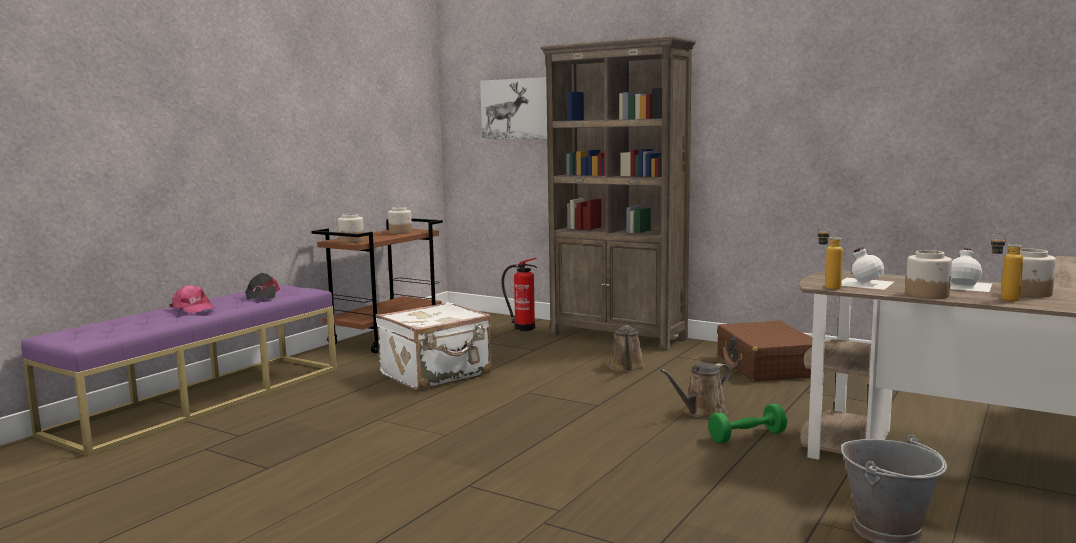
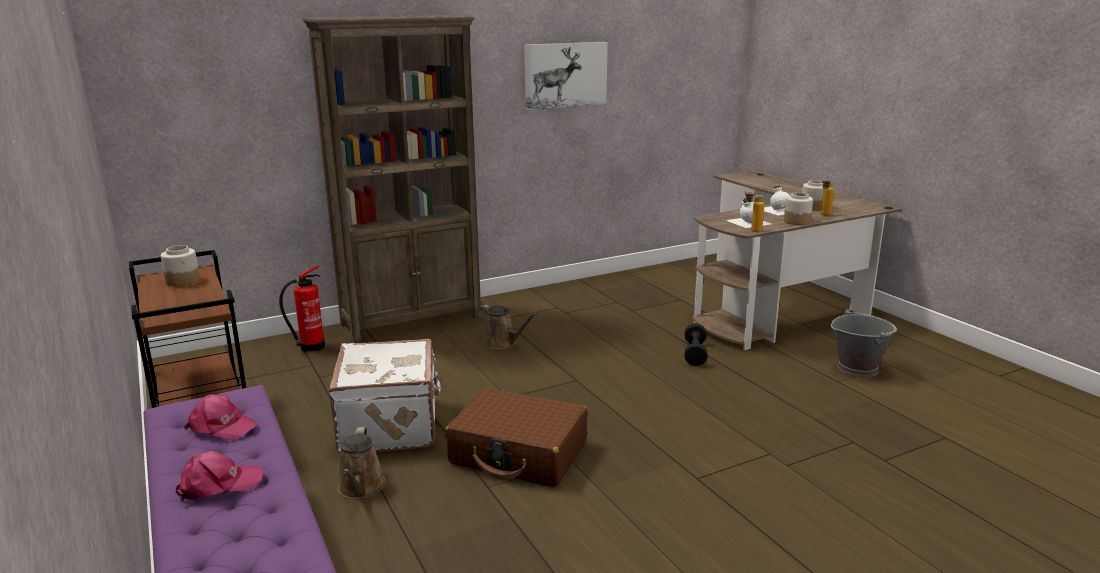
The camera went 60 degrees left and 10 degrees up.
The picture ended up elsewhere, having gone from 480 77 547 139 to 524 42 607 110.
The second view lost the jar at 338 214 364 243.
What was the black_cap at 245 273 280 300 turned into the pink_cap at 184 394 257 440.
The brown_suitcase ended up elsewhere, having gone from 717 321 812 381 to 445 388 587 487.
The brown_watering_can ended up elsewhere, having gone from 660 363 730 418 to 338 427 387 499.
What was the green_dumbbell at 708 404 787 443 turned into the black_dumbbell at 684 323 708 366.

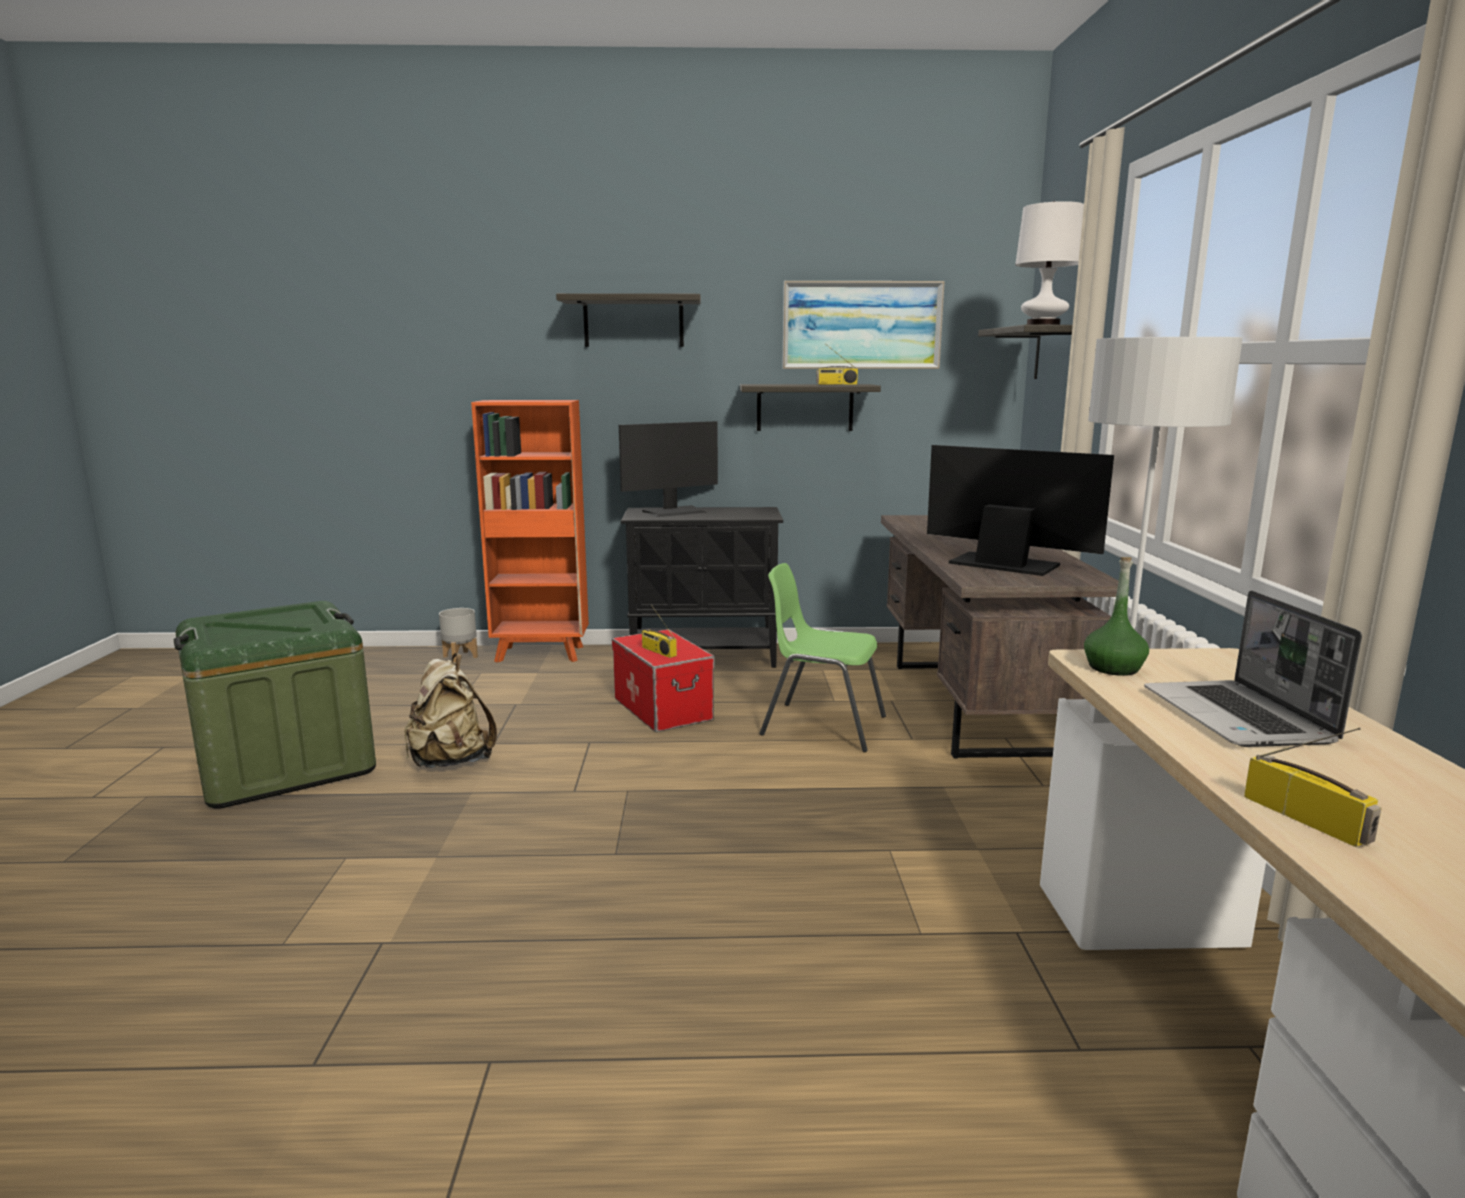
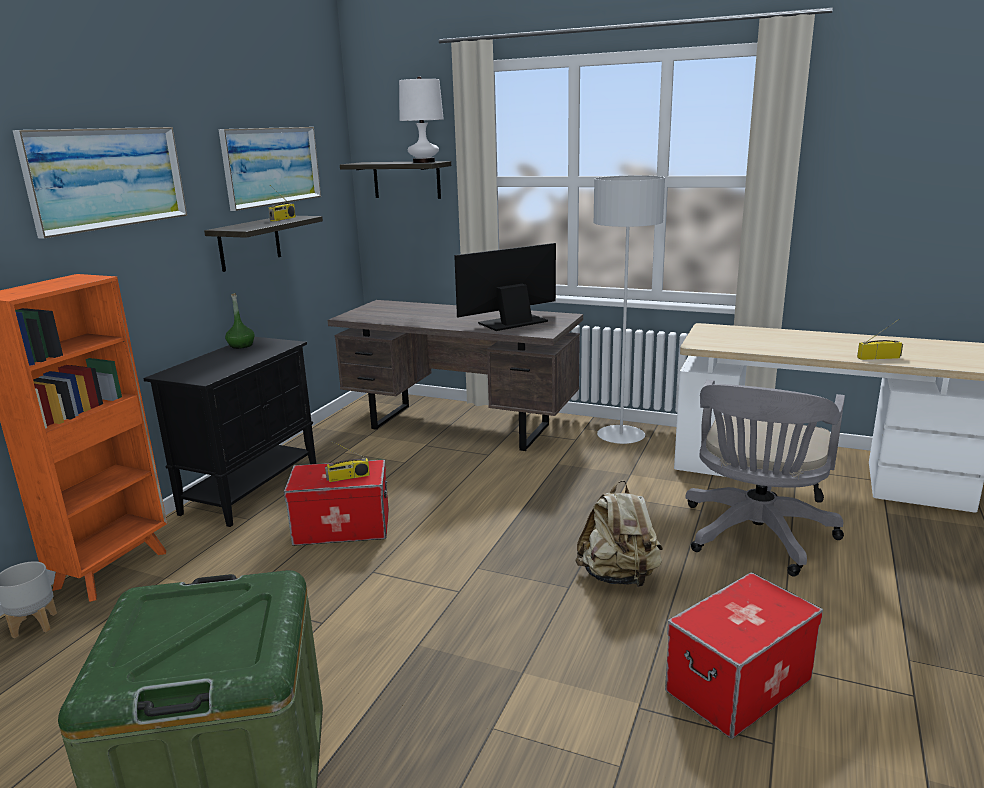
The camera went 65 degrees left and 5 degrees up.
Where the shelf hung at 556 293 701 347, the picture came to hang at 13 127 187 239.
The second view lost the monitor at 619 421 718 517.
The green_bottle ended up elsewhere, having gone from 1084 557 1149 676 to 225 293 255 349.
The second view lost the green_chair at 760 563 886 752.
The second view lost the laptop at 1144 591 1362 747.
The beige_backpack ended up elsewhere, having gone from 404 653 497 768 to 575 480 663 587.
The second view gained the grey_office_chair at 685 380 845 576.
The second view gained the storage_box at 665 572 823 739.

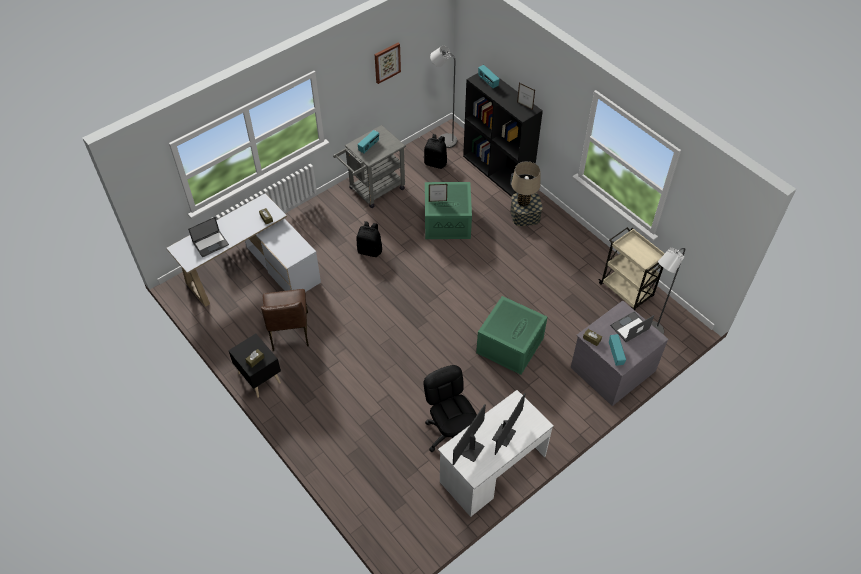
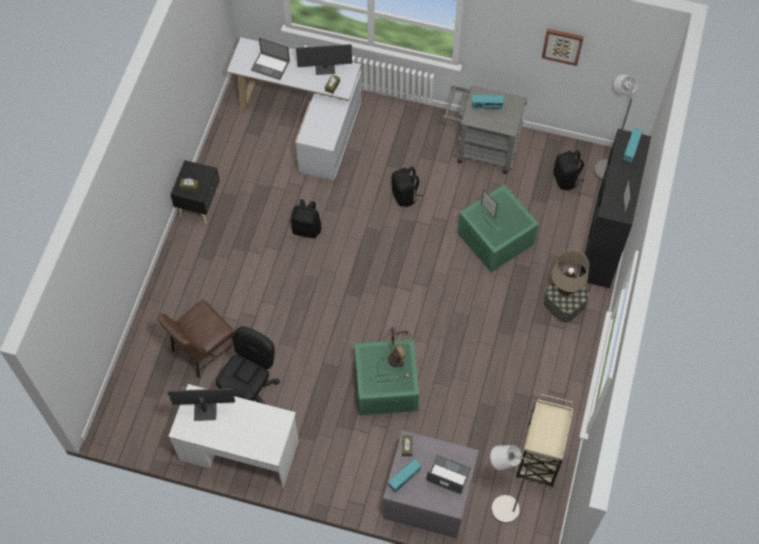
The camera went 55 degrees right and 10 degrees up.
The brown_chair ended up elsewhere, having gone from 261 289 309 351 to 158 299 235 379.
The monitor ended up elsewhere, having gone from 492 393 525 455 to 296 44 352 75.
The second view gained the black_backpack at 291 199 321 238.
The second view gained the table_lamp at 377 327 412 381.

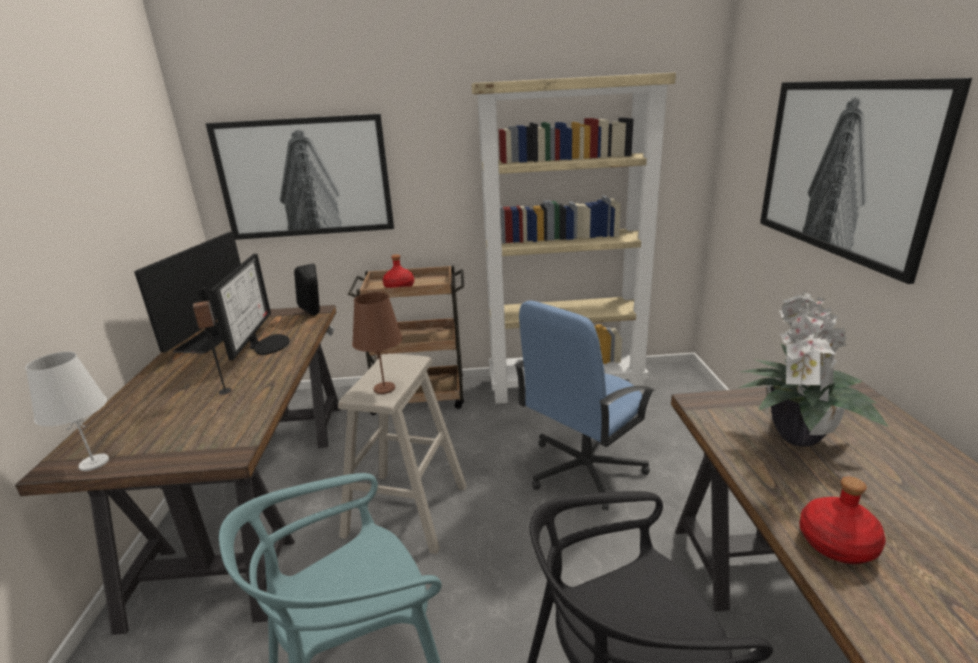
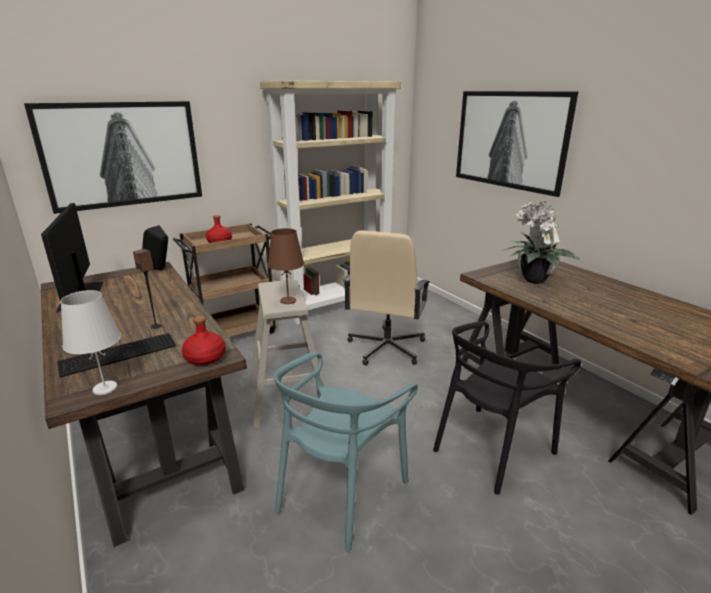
The camera went 30 degrees left and 0 degrees up.
The second view lost the monitor at 210 254 290 360.
What was the blue_office_chair at 514 300 656 510 turned into the beige_office_chair at 343 231 430 365.
The red_bottle ended up elsewhere, having gone from 799 477 885 564 to 182 316 226 365.
The second view gained the keyboard at 57 333 176 377.

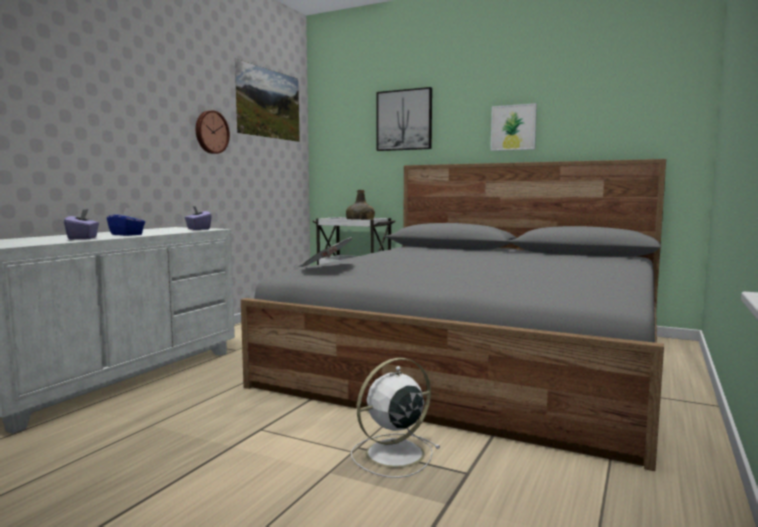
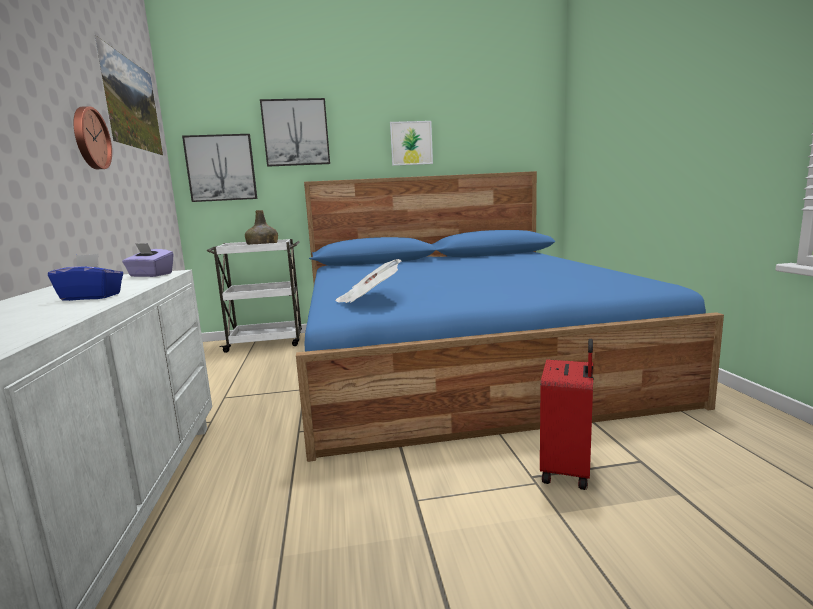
The camera went 35 degrees left and 5 degrees up.
What was the grey_bed at 241 159 666 471 turned into the blue_bed at 296 171 724 462.
The second view lost the purple_tissue_box at 64 209 99 240.
Where the white_fan stood at 351 358 441 478, the red_suitcase came to stand at 540 339 593 490.
The second view gained the picture at 182 134 257 202.

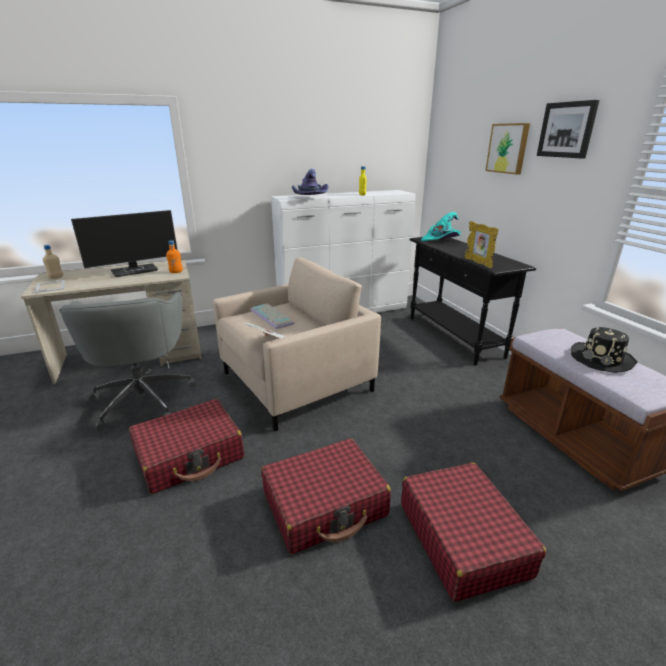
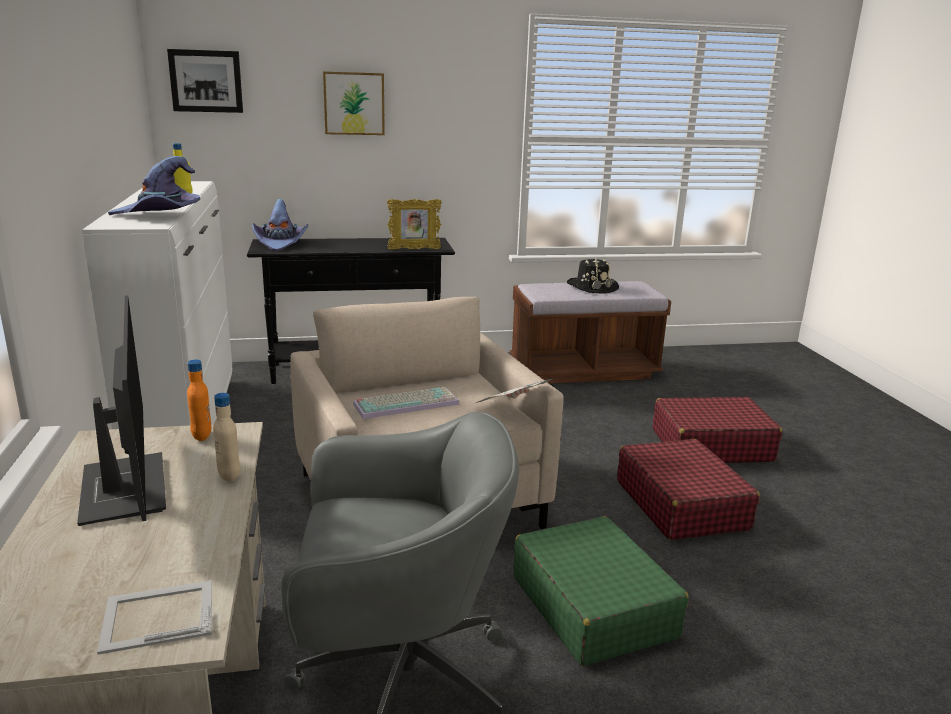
The camera went 80 degrees left and 5 degrees down.
The picture ended up elsewhere, having gone from 537 100 599 159 to 167 49 243 113.
What was the turquoise_hat at 421 212 460 241 turned into the purple_hat at 252 199 308 251.
The beige_bottle ended up elsewhere, having gone from 43 245 63 279 to 213 393 240 482.
What was the red_suitcase at 129 399 244 494 turned into the green_suitcase at 514 516 689 666.

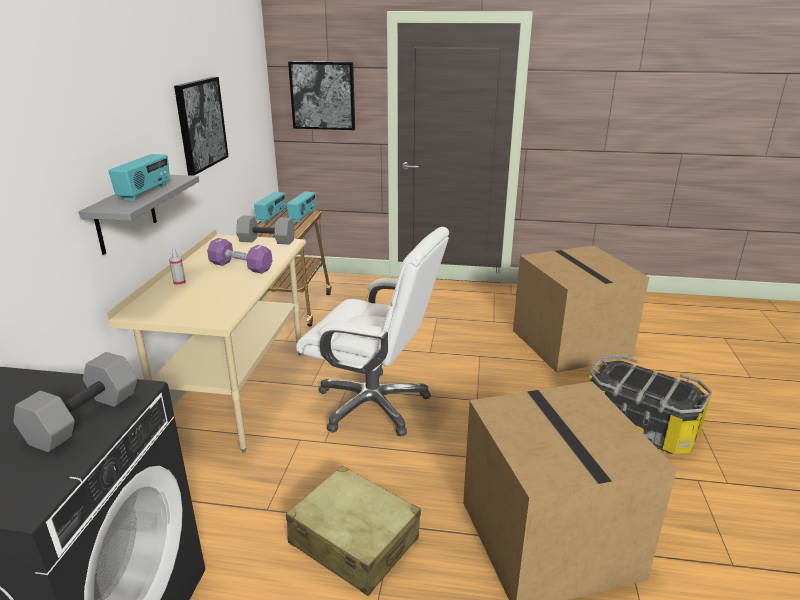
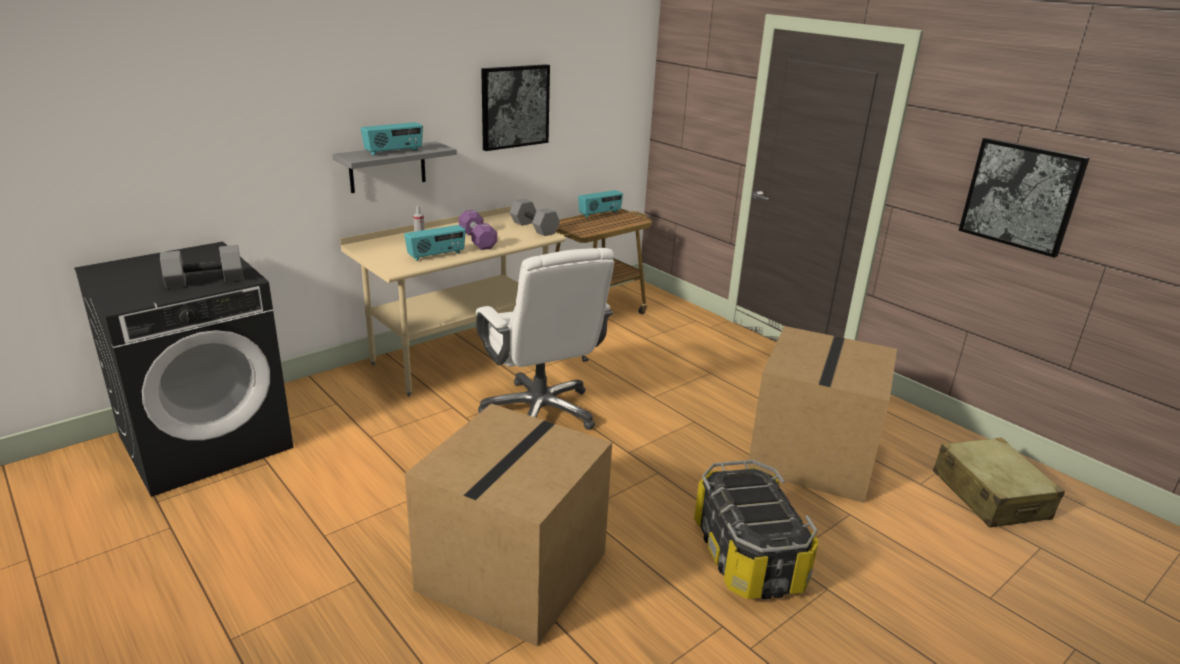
The camera went 40 degrees right and 0 degrees up.
The picture ended up elsewhere, having gone from 288 61 355 130 to 959 138 1089 258.
The radio ended up elsewhere, having gone from 287 192 316 222 to 404 225 466 261.
The beige_suitcase ended up elsewhere, having gone from 286 465 421 596 to 933 438 1065 528.

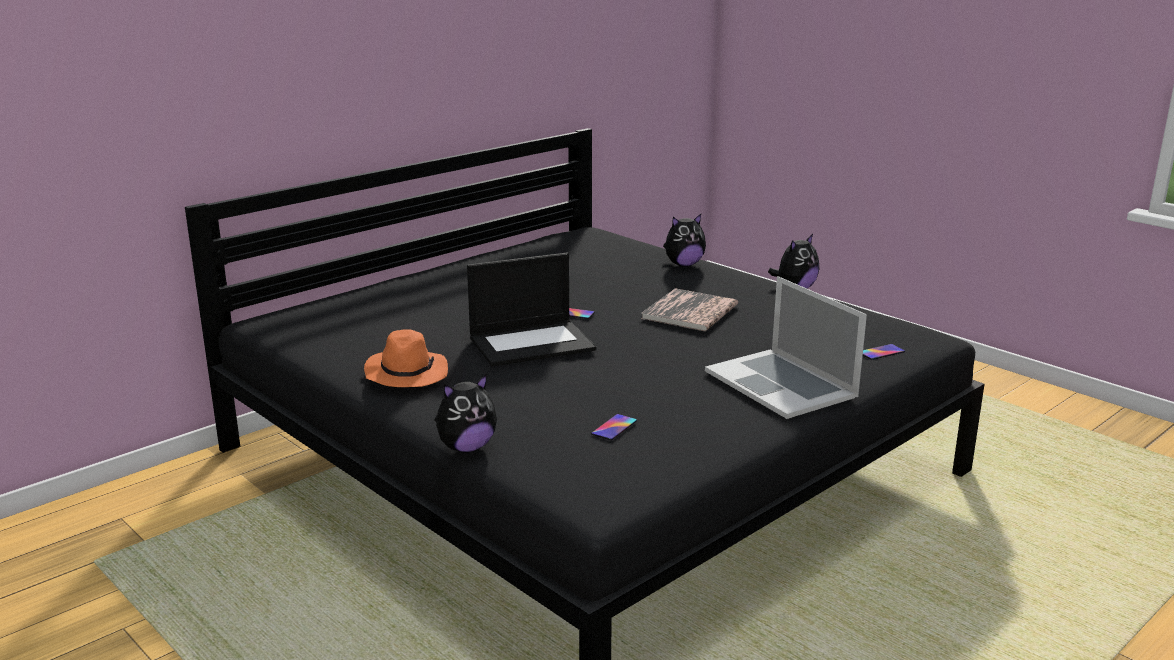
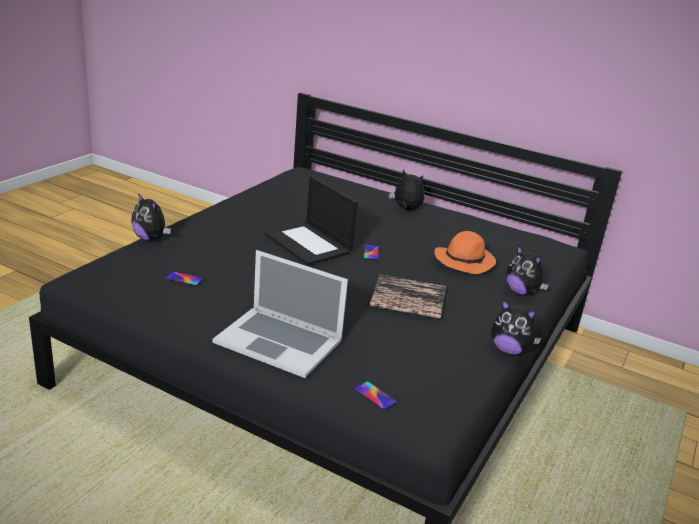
The camera went 70 degrees right and 5 degrees up.
The laptop at 705 276 867 419 ended up facing another way, 105 degrees counterclockwise from before.
The orange_hat ended up elsewhere, having gone from 364 329 448 387 to 434 231 496 274.
The second view gained the plush_toy at 389 169 425 210.

